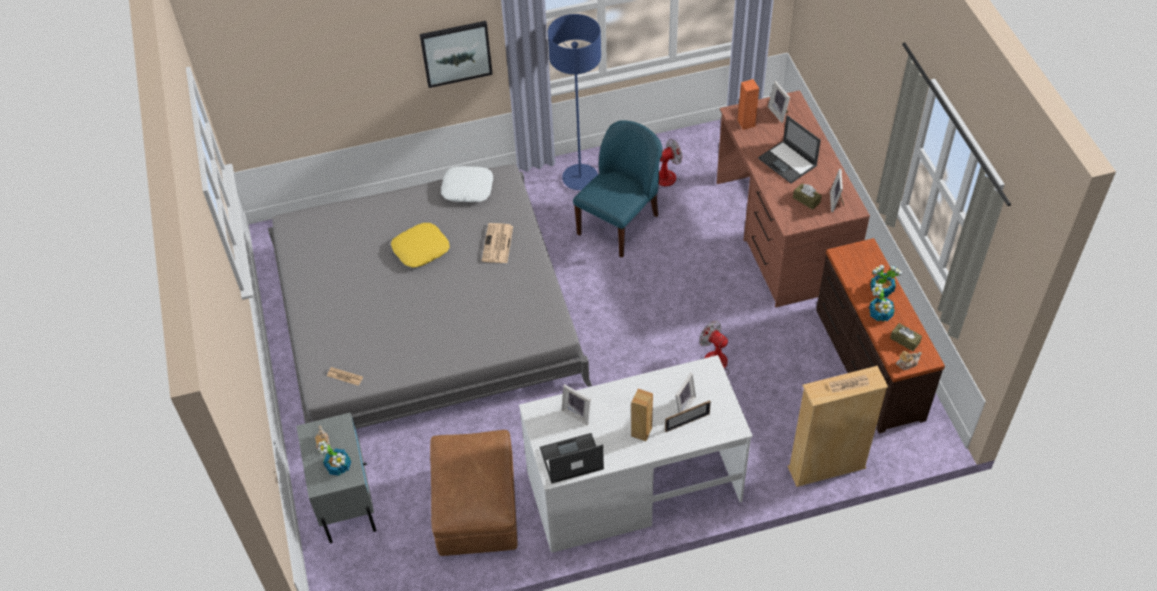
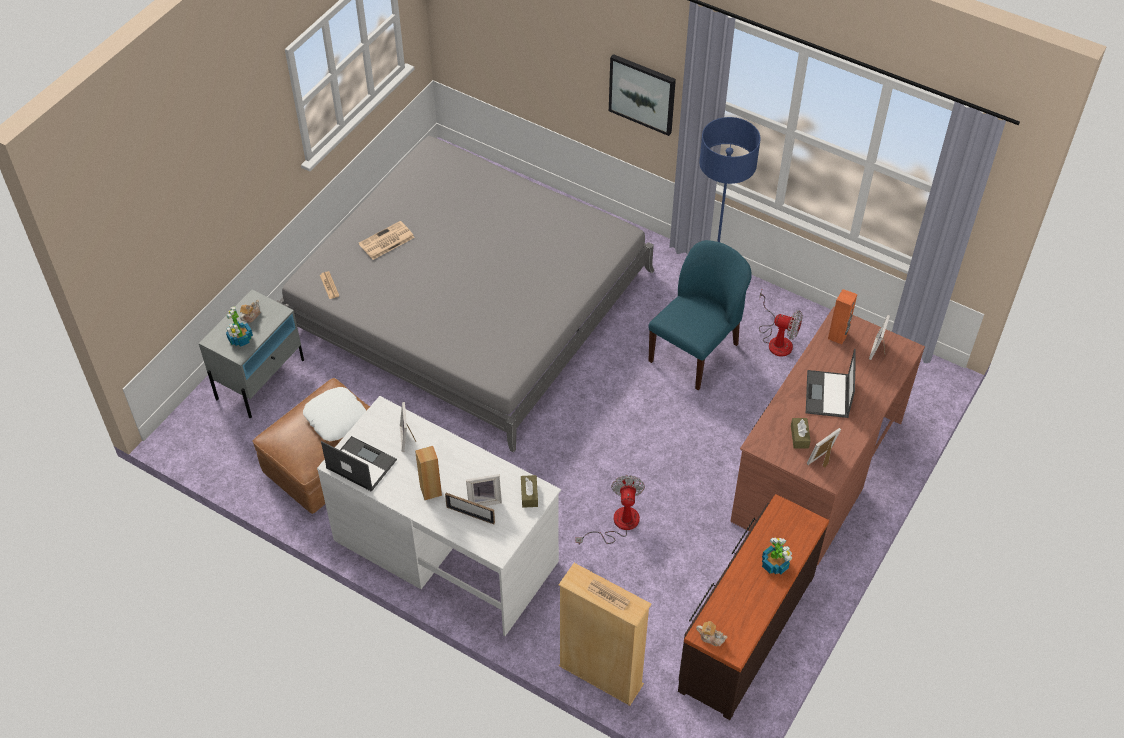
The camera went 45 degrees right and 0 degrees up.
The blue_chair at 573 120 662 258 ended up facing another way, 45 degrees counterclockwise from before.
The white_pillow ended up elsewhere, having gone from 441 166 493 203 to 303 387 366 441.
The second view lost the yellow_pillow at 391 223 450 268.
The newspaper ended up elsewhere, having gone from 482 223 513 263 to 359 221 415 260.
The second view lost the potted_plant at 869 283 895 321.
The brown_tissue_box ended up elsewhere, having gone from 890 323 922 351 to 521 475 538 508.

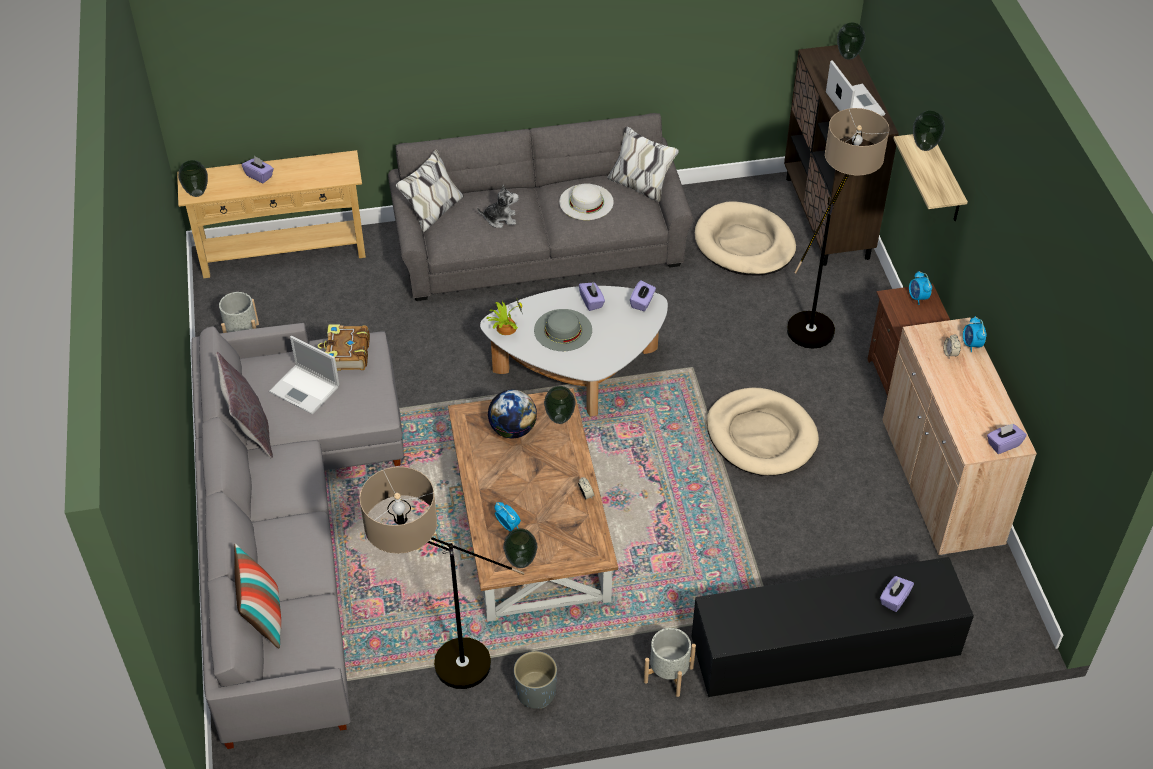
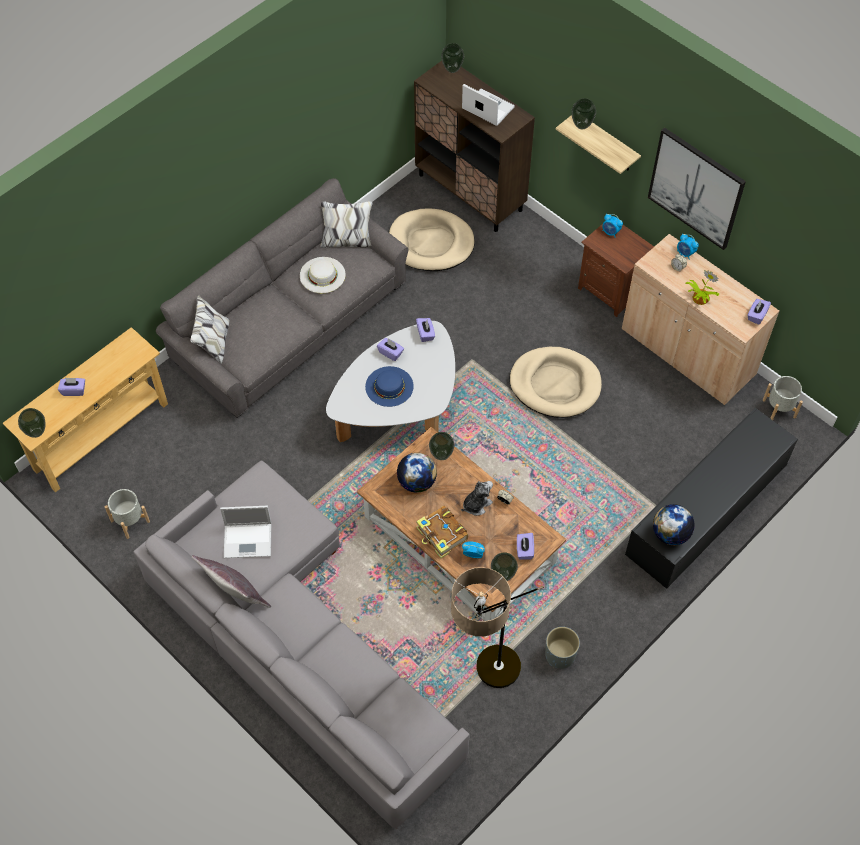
The camera went 35 degrees left and 10 degrees up.
The second view lost the floor_lamp at 787 108 890 349.
The plush_toy ended up elsewhere, having gone from 477 185 519 228 to 461 481 493 516.
The potted_plant ended up elsewhere, having gone from 487 297 522 335 to 685 270 719 305.
What was the grey_hat at 534 309 592 351 turned into the blue_hat at 365 366 414 407.
The book ended up elsewhere, having gone from 318 324 370 372 to 416 506 468 559.
The second view lost the pillow at 234 544 281 648.
The purple_tissue_box ended up elsewhere, having gone from 880 576 914 612 to 517 533 534 560.
The grey_planter ended up elsewhere, having gone from 644 628 696 697 to 763 376 803 420.
The second view gained the picture at 648 127 746 250.
The second view gained the globe at 653 504 695 545.

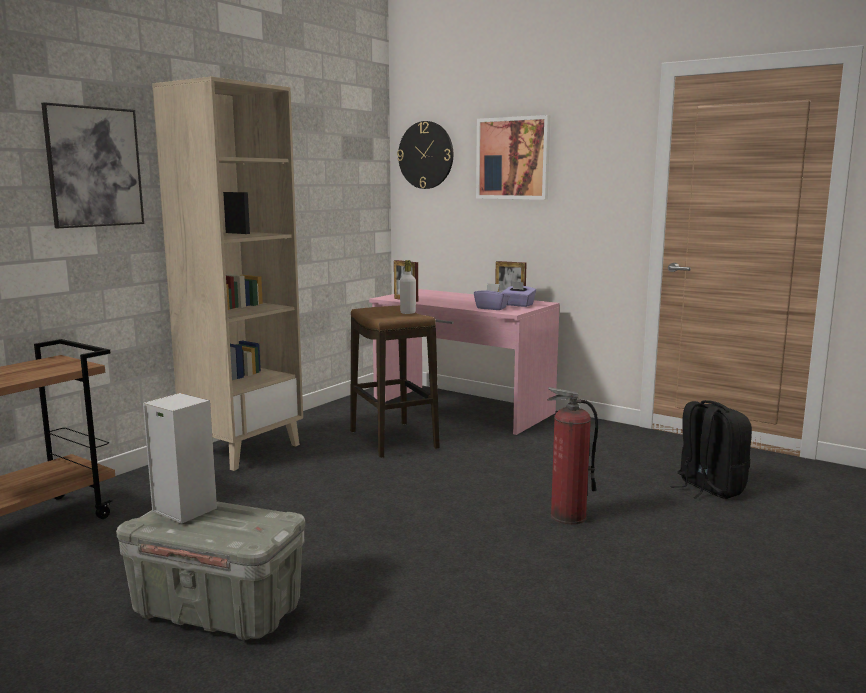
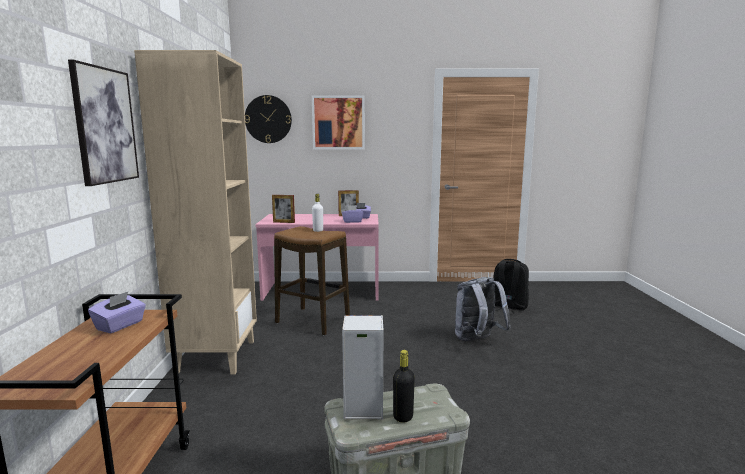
The camera went 35 degrees left and 0 degrees up.
Where the fire_extinguisher stood at 548 387 598 525, the grey_backpack came to stand at 455 277 511 341.
The second view gained the purple_tissue_box at 88 292 146 333.
The second view gained the black_bottle at 393 350 415 423.

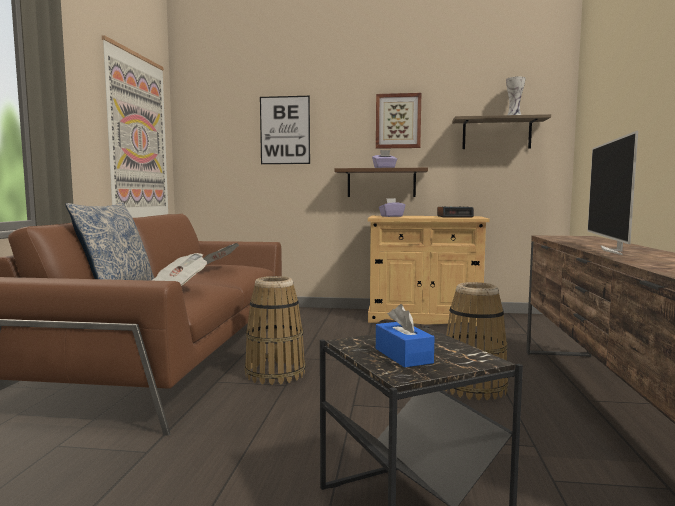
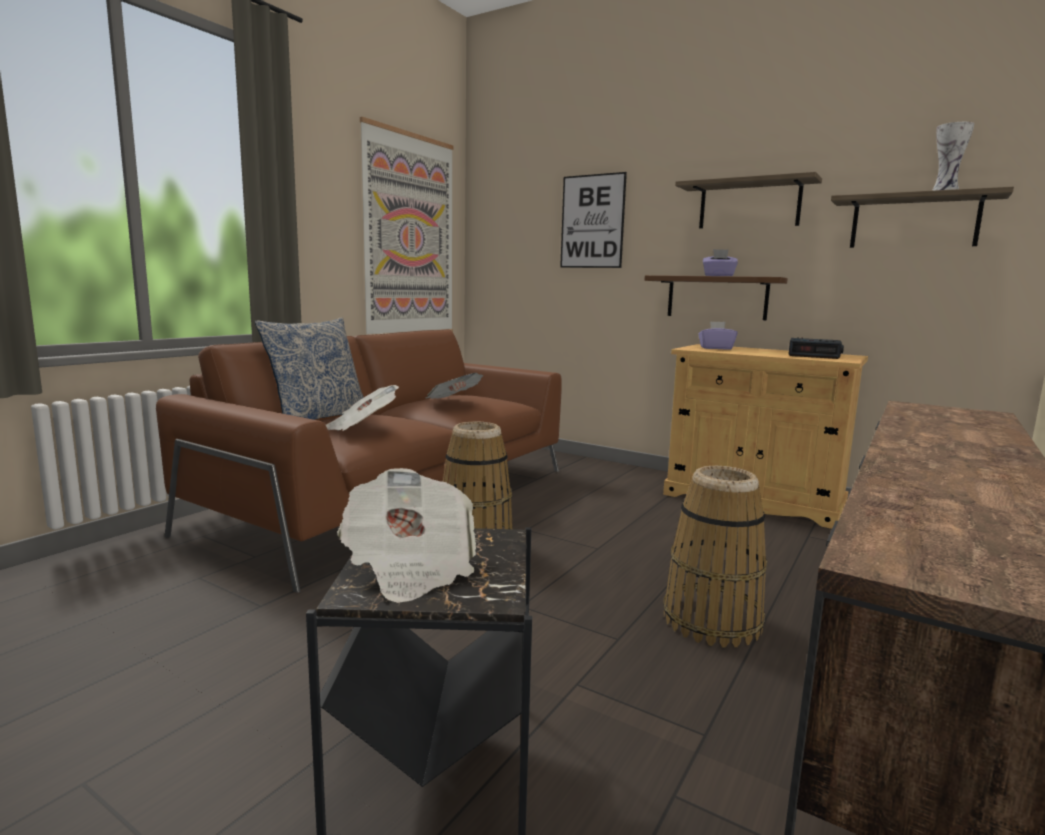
The camera went 25 degrees right and 5 degrees up.
Where the picture hung at 376 93 421 149, the shelf came to hang at 675 172 822 228.
The second view lost the television at 587 131 638 255.
Where the blue_tissue_box stood at 376 304 434 368, the newspaper came to stand at 337 468 476 603.

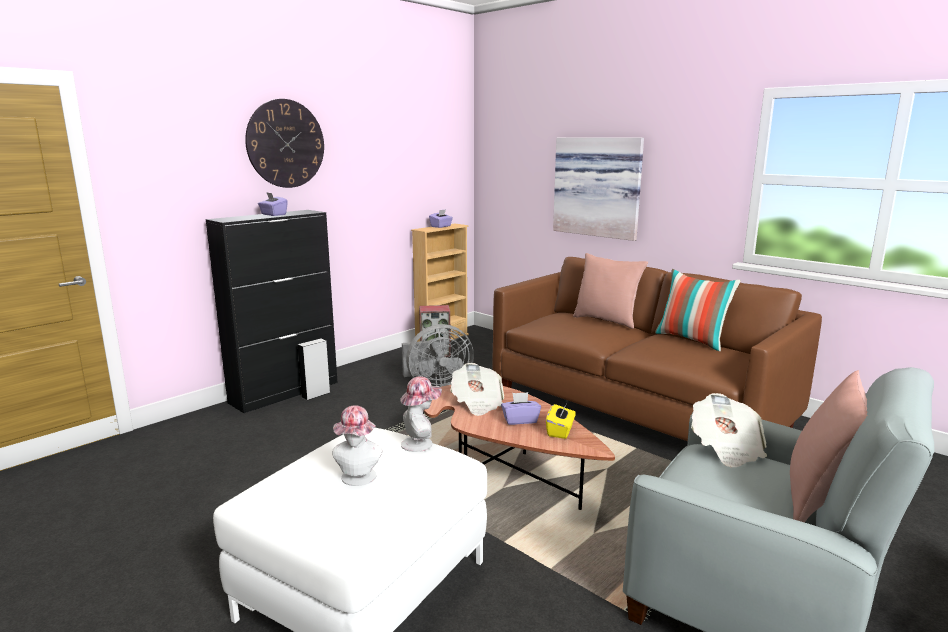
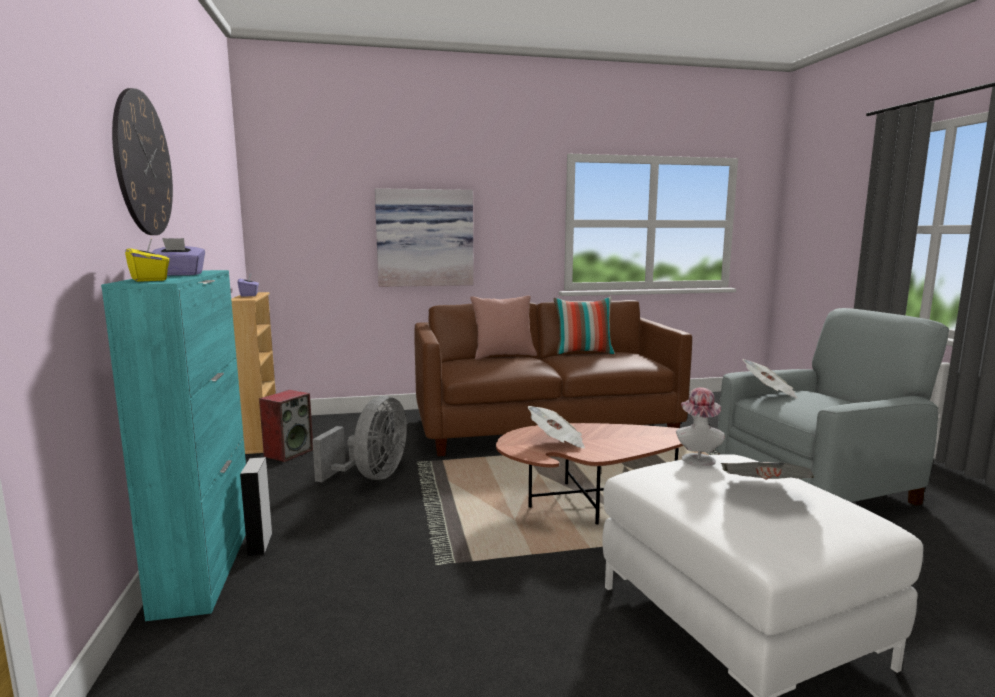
The camera went 55 degrees left and 5 degrees down.
What was the black_cabinet at 205 210 338 413 turned into the turquoise_cabinet at 101 270 246 621.
The second view lost the pink_pillow at 790 370 867 523.
The second view lost the purple_tissue_box at 501 392 541 425.
The yellow_tissue_box ended up elsewhere, having gone from 546 402 576 439 to 125 239 169 282.
Where the hat stood at 332 405 383 486, the newspaper came to stand at 721 462 814 480.

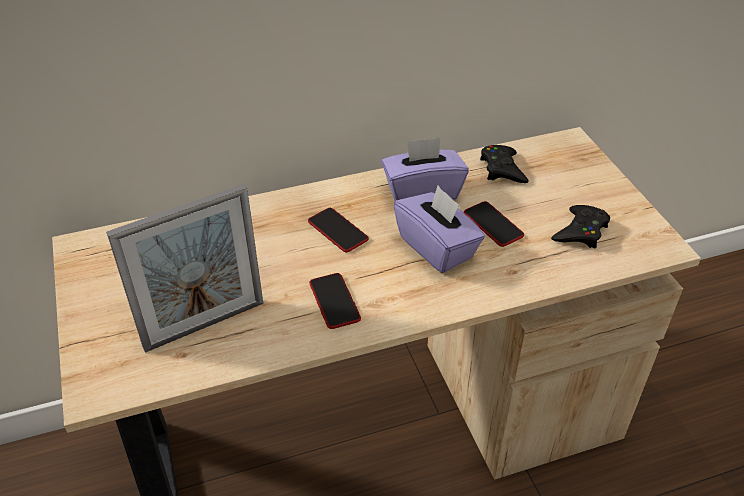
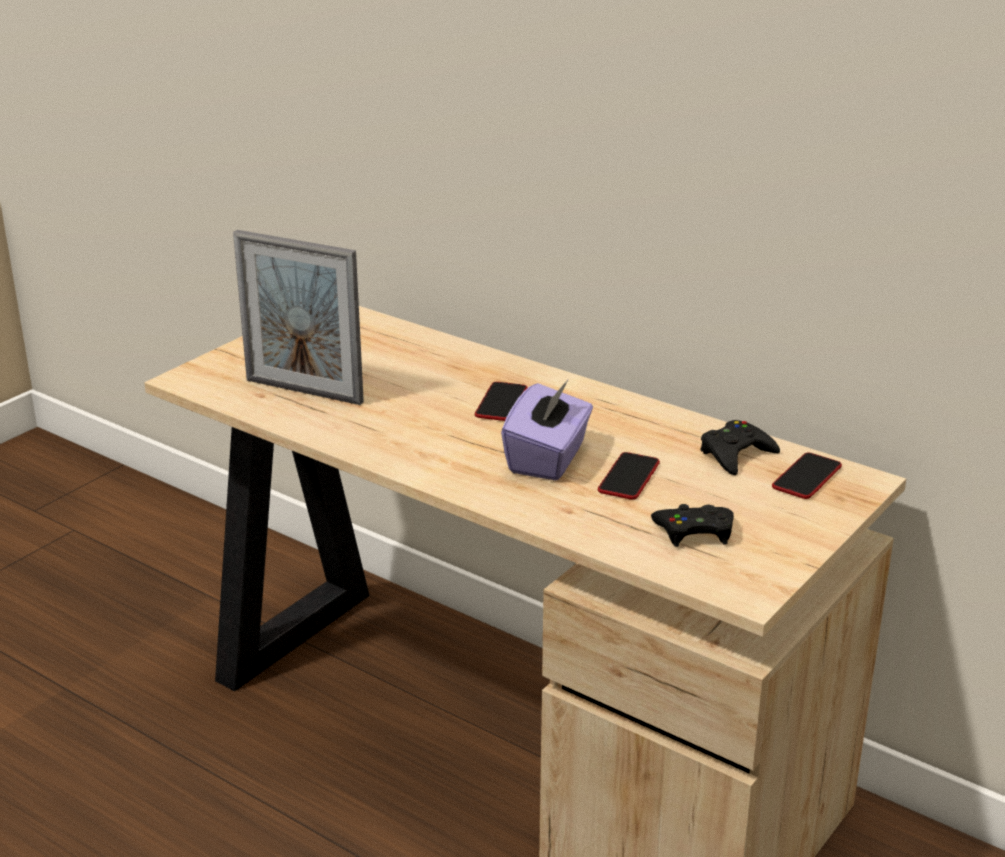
The camera went 55 degrees right and 15 degrees down.
The second view lost the purple_tissue_box at 381 137 469 201.
The phone ended up elsewhere, having gone from 309 273 361 329 to 772 452 842 499.

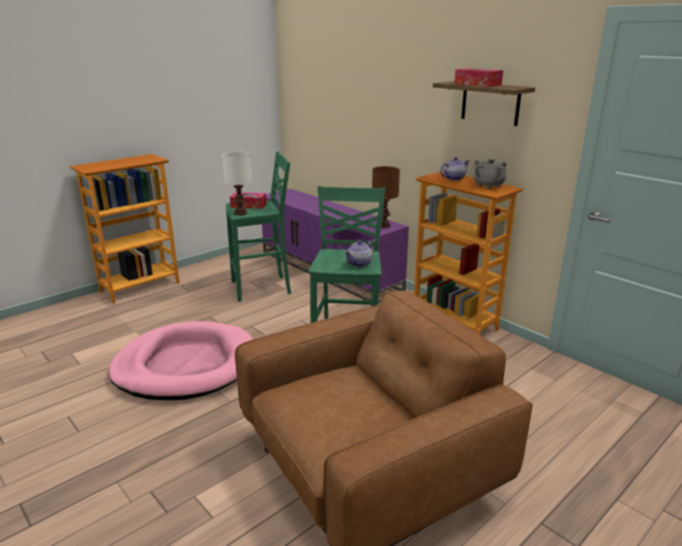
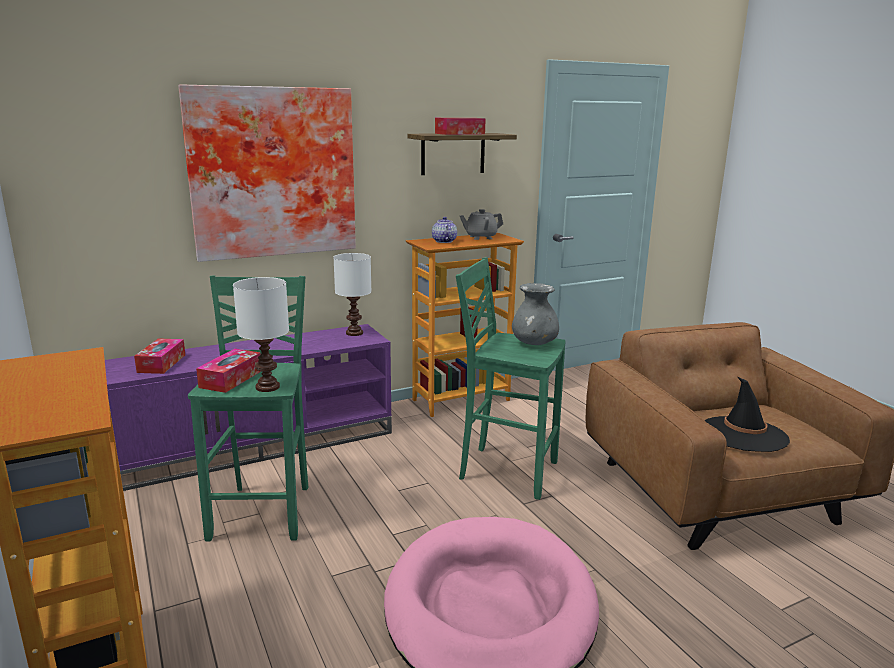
The camera went 75 degrees left and 5 degrees down.
What was the brown_table_lamp at 372 166 400 228 turned into the white_table_lamp at 333 253 372 336.
Where the teapot stood at 344 241 375 267, the grey_vase came to stand at 512 283 559 345.
The second view gained the picture at 178 84 356 262.
The second view gained the tissue_box at 134 338 185 374.
The second view gained the black_hat at 704 377 790 452.

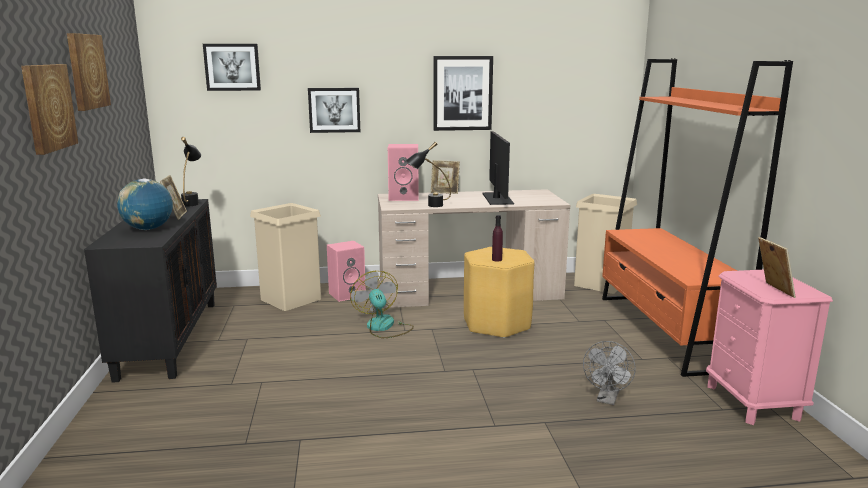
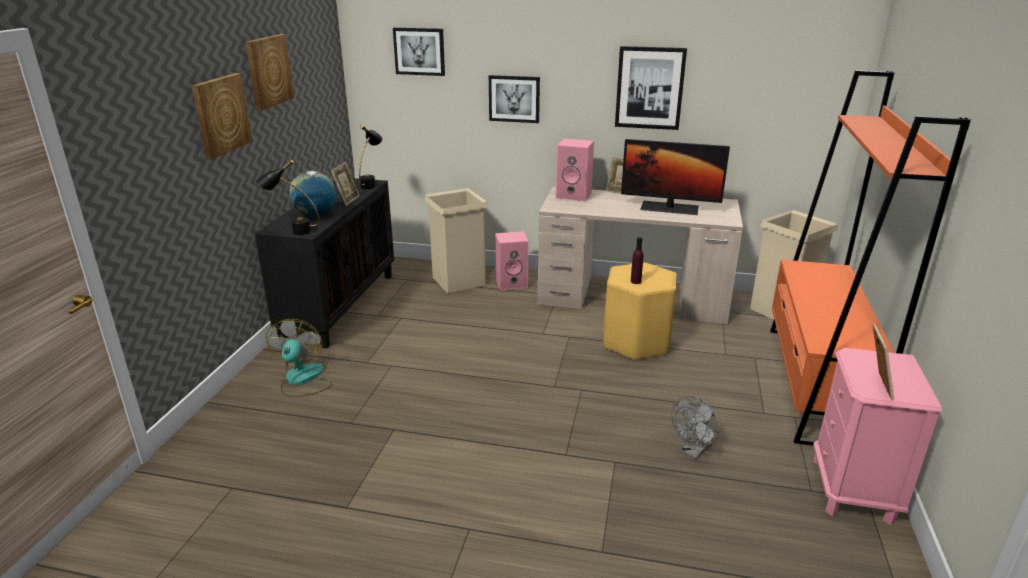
The camera went 20 degrees right and 10 degrees up.
The monitor at 482 131 514 205 ended up facing another way, 90 degrees clockwise from before.
The black_table_lamp ended up elsewhere, having gone from 405 142 451 207 to 255 159 320 235.
The fan ended up elsewhere, having gone from 350 271 414 338 to 266 319 332 397.

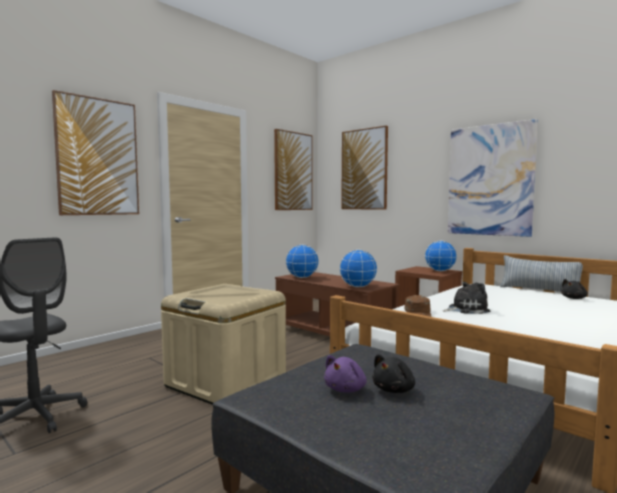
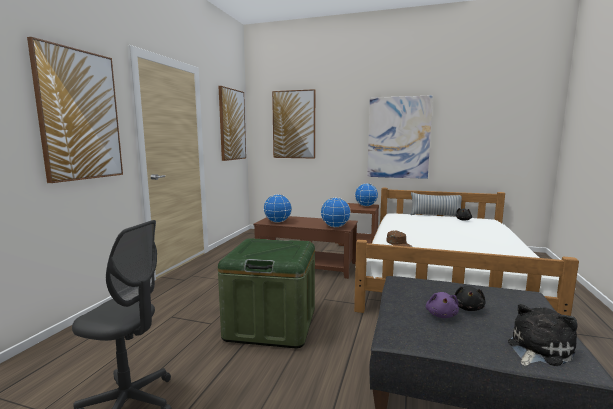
The camera went 25 degrees left and 5 degrees up.
The plush_toy ended up elsewhere, having gone from 443 282 490 314 to 508 304 578 366.
What was the beige_storage_box at 161 284 286 405 turned into the green_storage_box at 218 238 315 348.

